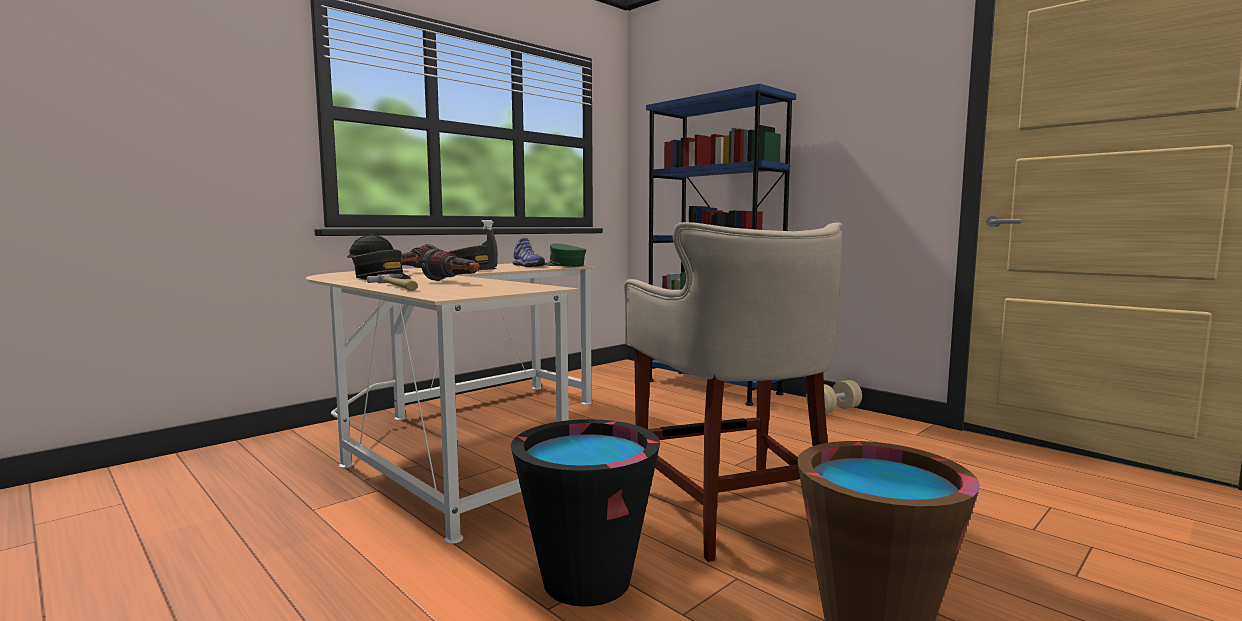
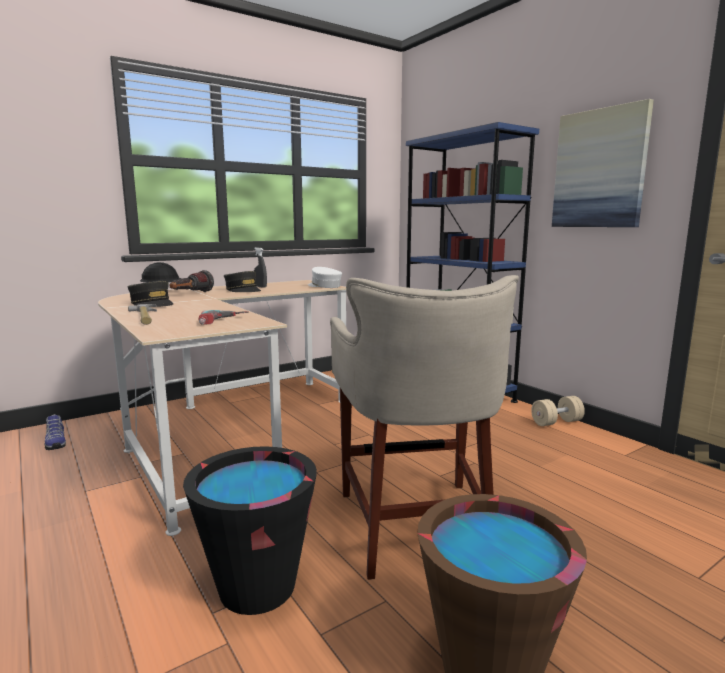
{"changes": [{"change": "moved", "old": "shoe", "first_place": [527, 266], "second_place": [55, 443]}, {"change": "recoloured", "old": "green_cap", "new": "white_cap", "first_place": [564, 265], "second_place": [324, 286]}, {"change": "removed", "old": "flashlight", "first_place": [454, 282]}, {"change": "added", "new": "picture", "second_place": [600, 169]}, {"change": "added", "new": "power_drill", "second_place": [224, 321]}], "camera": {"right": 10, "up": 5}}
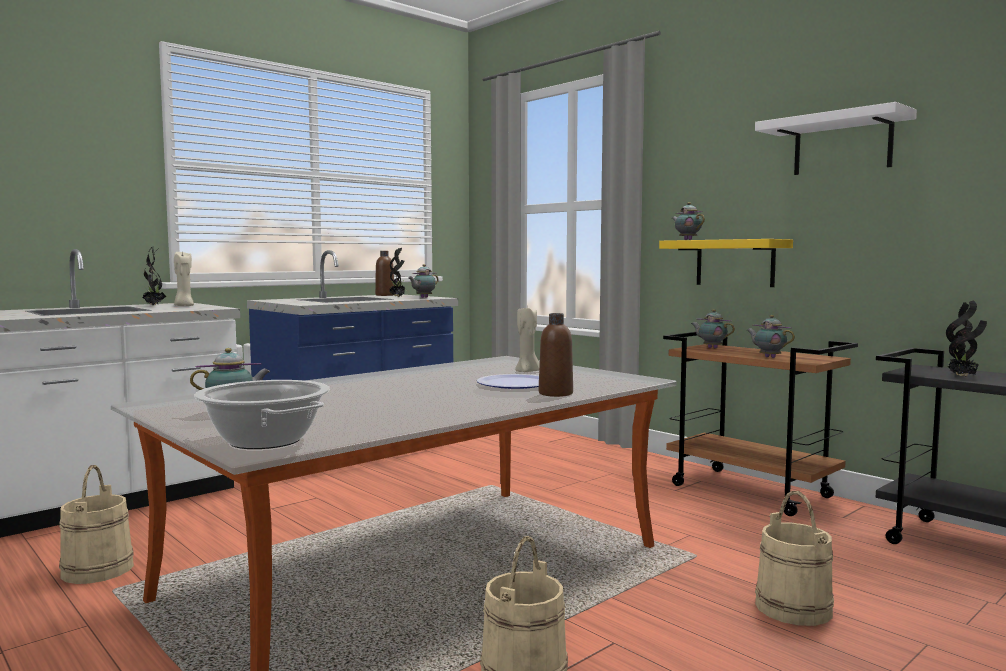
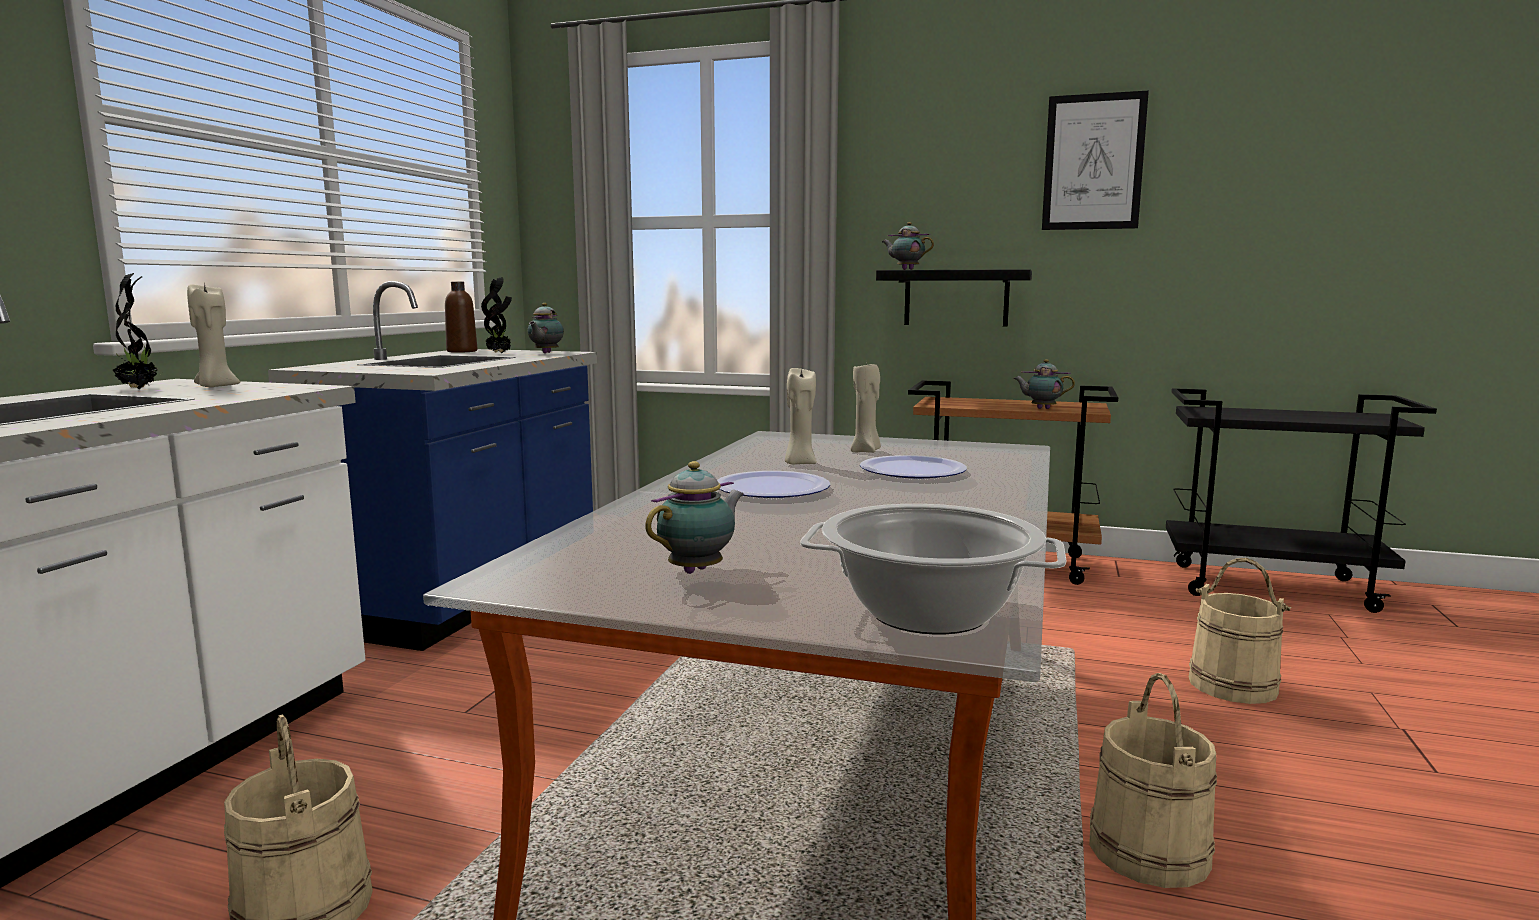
{"changes": [{"change": "replaced", "old": "white_shelf", "new": "picture", "first_place": [842, 145], "second_place": [1093, 162]}, {"change": "recoloured", "old": "yellow_shelf", "new": "black_shelf", "first_place": [735, 263], "second_place": [956, 298]}, {"change": "removed", "old": "potted_plant", "first_place": [962, 376]}, {"change": "removed", "old": "teapot", "first_place": [711, 348]}, {"change": "removed", "old": "brown_bottle", "first_place": [555, 393]}, {"change": "added", "new": "beige_candle", "second_place": [799, 463]}, {"change": "added", "new": "plate", "second_place": [772, 488]}], "camera": {"right": -30, "up": 5}}
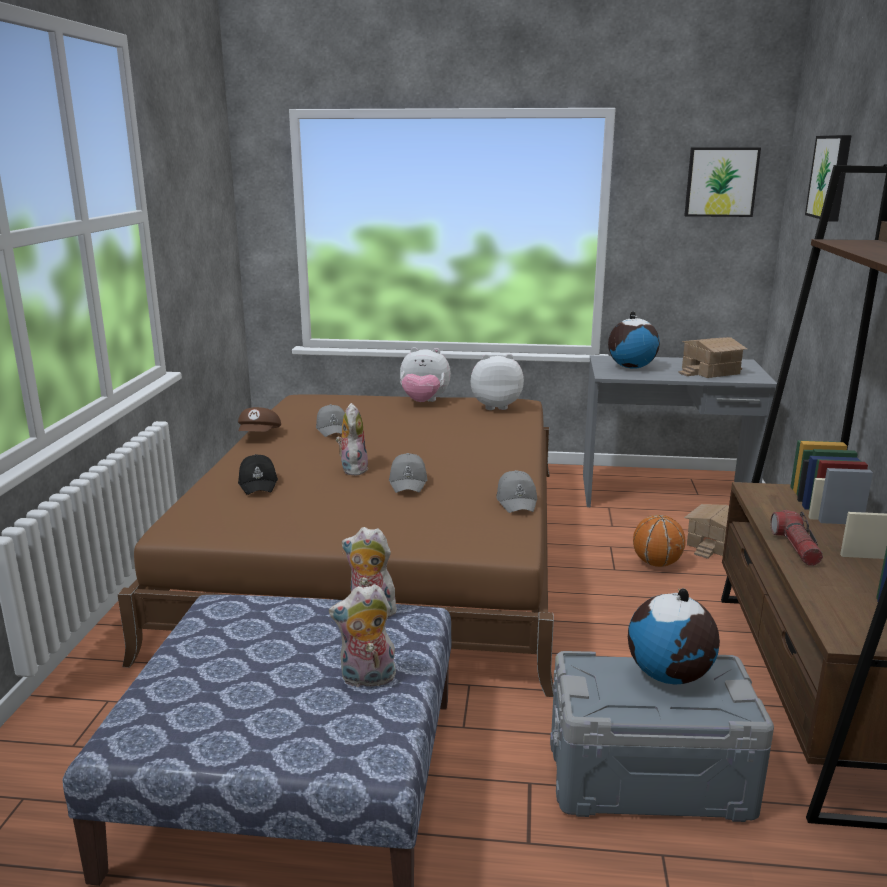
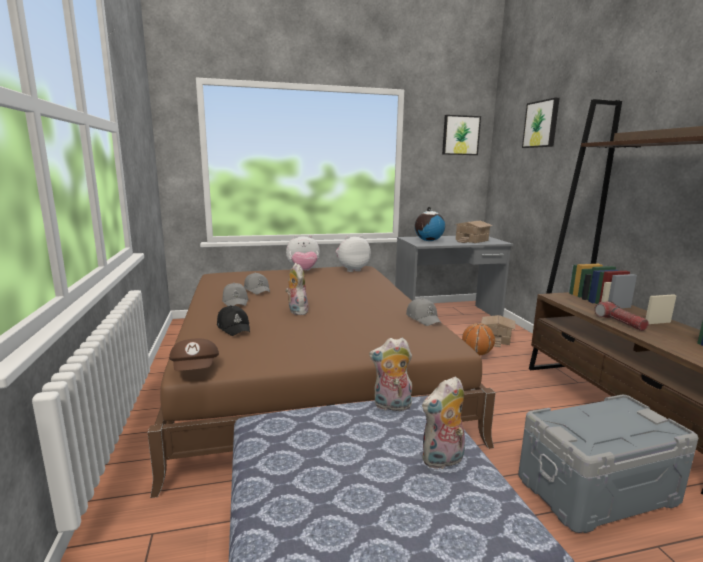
{"changes": [{"change": "moved", "old": "brown_cap", "first_place": [260, 435], "second_place": [196, 370]}, {"change": "moved", "old": "grey_cap", "first_place": [408, 482], "second_place": [235, 301]}, {"change": "removed", "old": "globe", "first_place": [669, 676]}], "camera": {"right": -20, "up": -5}}
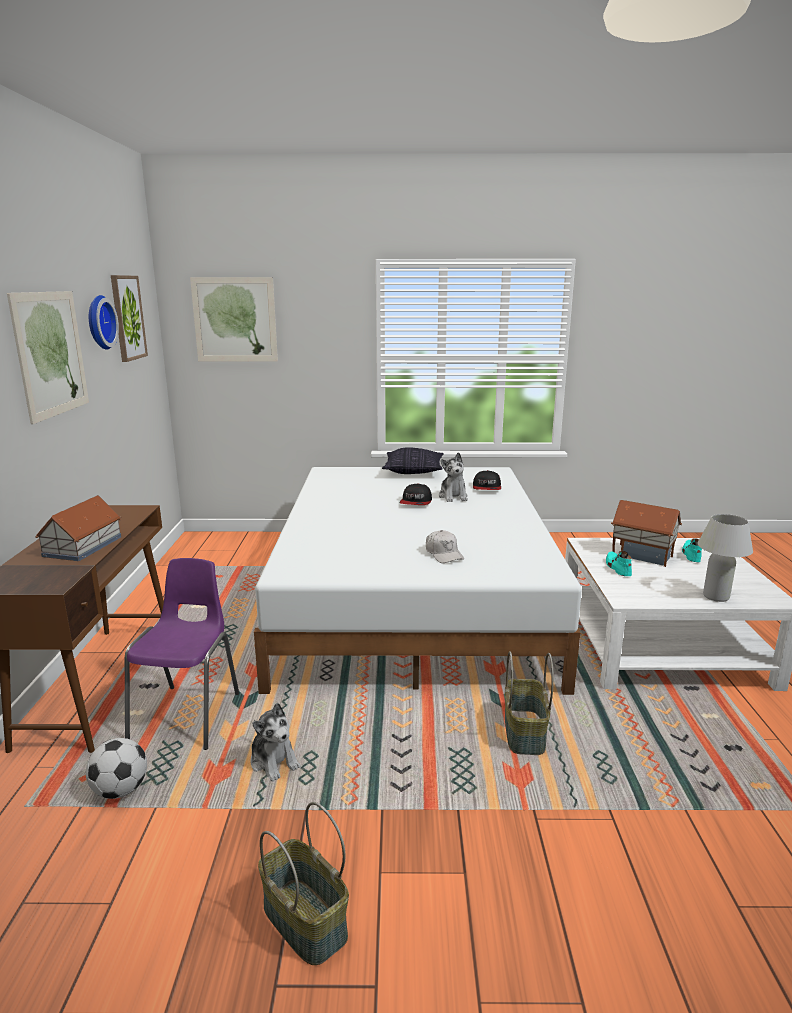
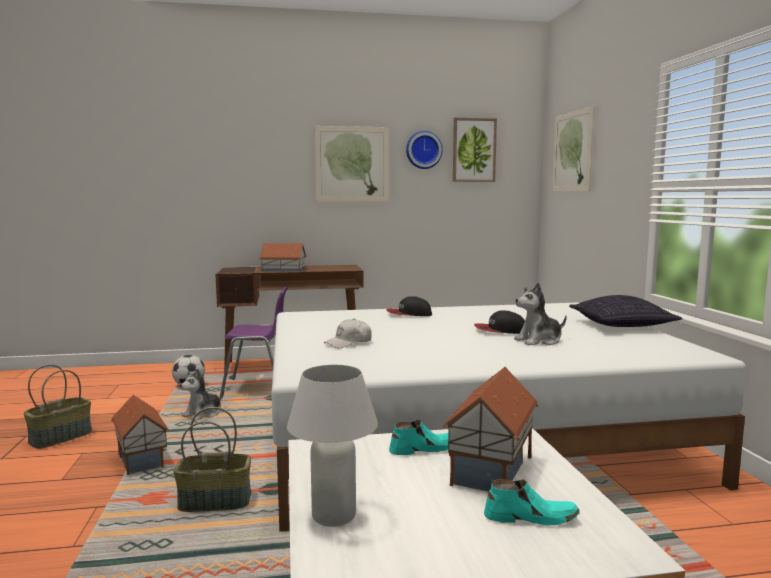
{"changes": [{"change": "moved", "old": "cap", "first_place": [487, 488], "second_place": [408, 314]}, {"change": "added", "new": "toy_house", "second_place": [143, 459]}], "camera": {"right": 80, "up": -10}}
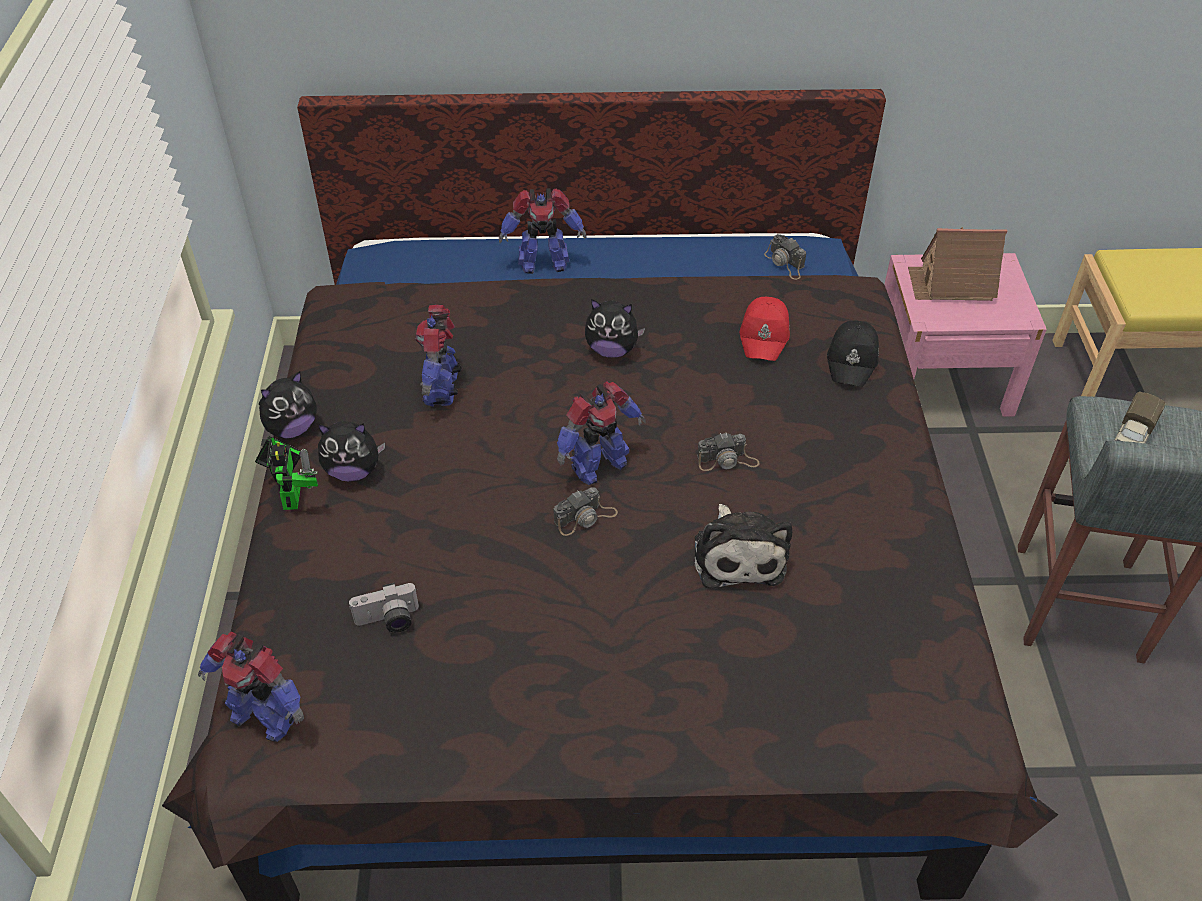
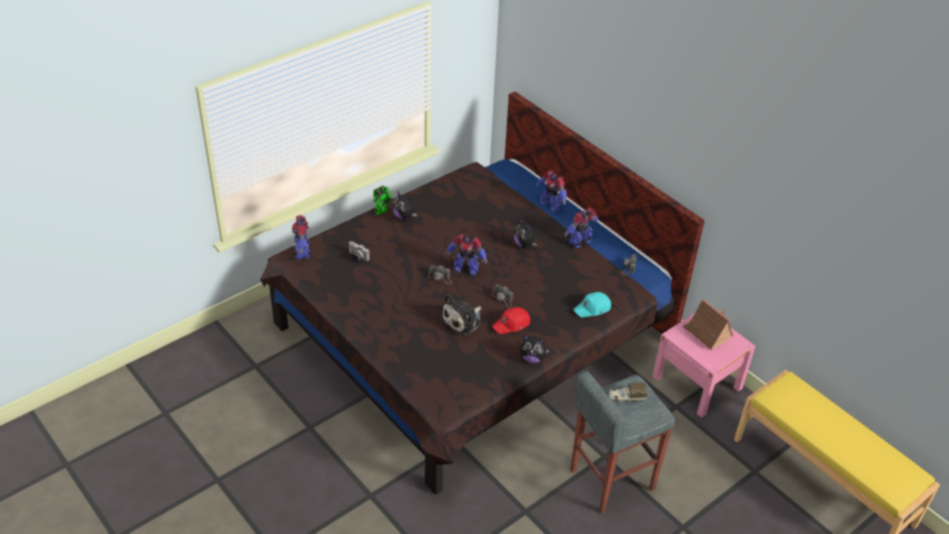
{"changes": [{"change": "moved", "old": "red_cap", "first_place": [765, 335], "second_place": [512, 324]}, {"change": "moved", "old": "toy_robot", "first_place": [442, 388], "second_place": [580, 242]}, {"change": "recoloured", "old": "black_cap", "new": "turquoise_cap", "first_place": [852, 360], "second_place": [592, 308]}, {"change": "moved", "old": "plush_toy", "first_place": [292, 428], "second_place": [532, 358]}], "camera": {"right": 50, "up": -5}}
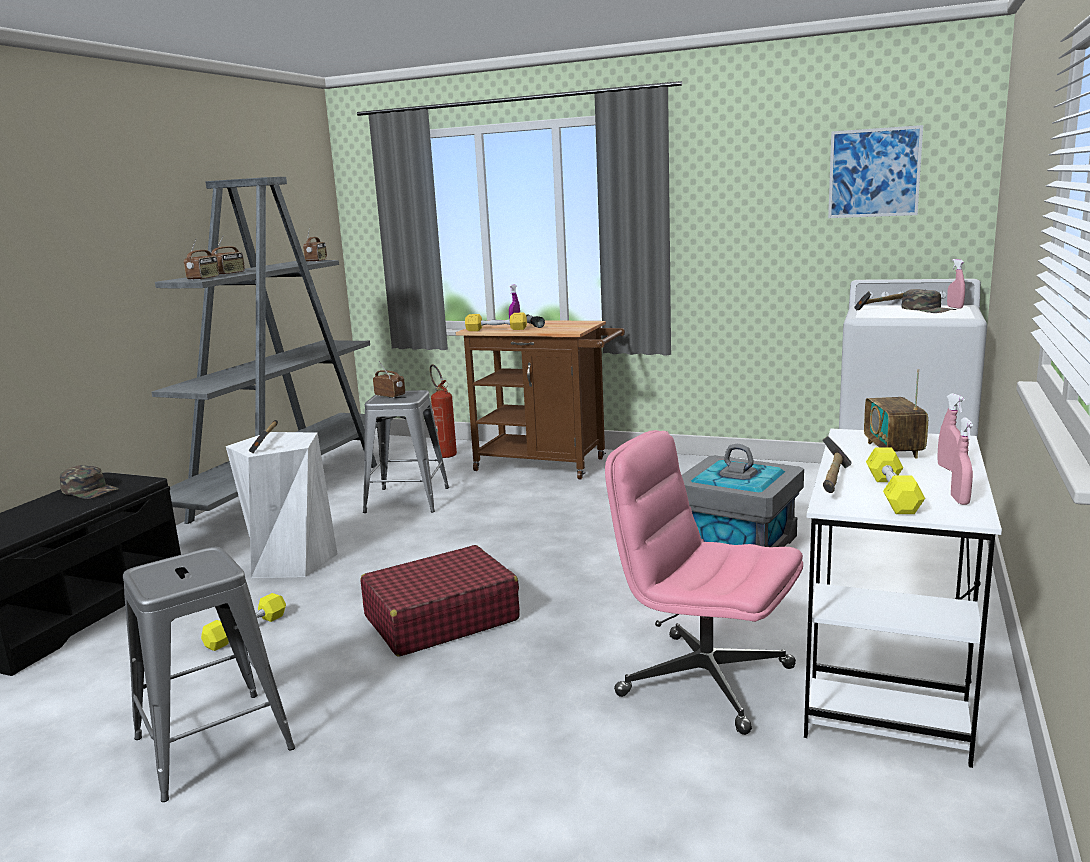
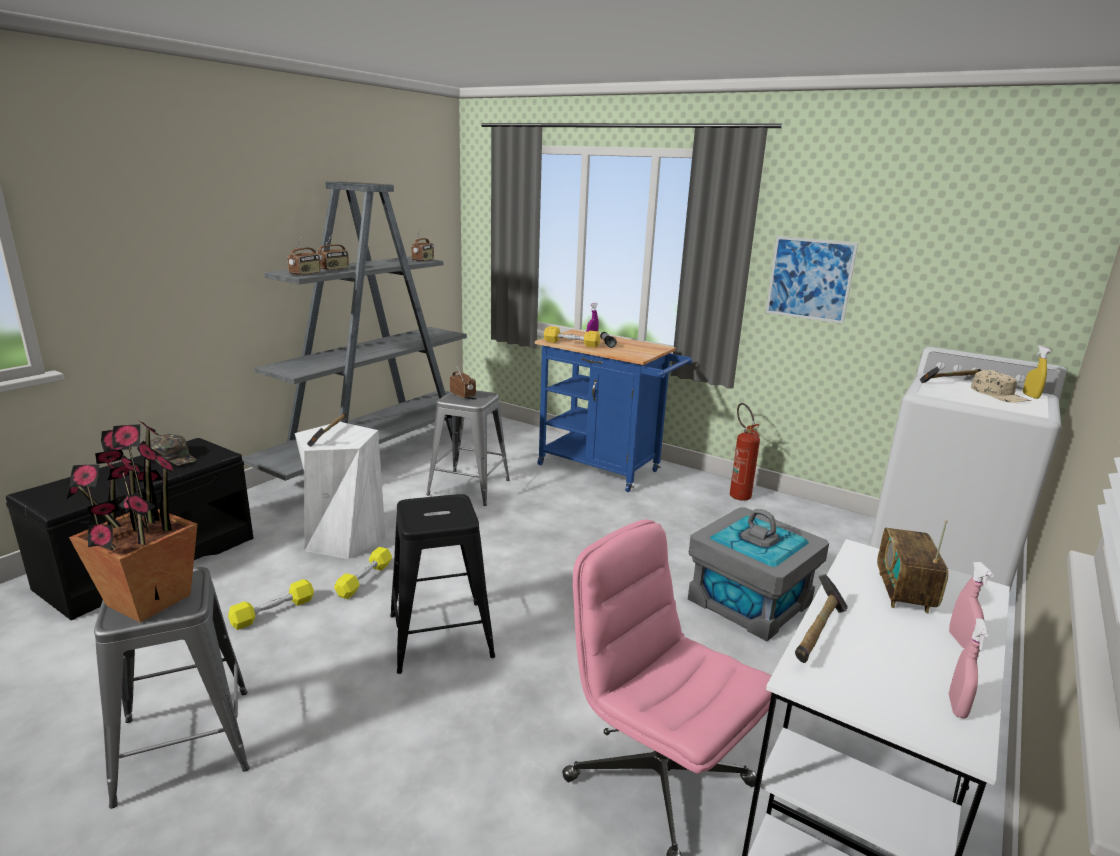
{"changes": [{"change": "moved", "old": "picture", "first_place": [874, 173], "second_place": [810, 279]}, {"change": "recoloured", "old": "pink_spray_bottle", "new": "yellow_spray_bottle", "first_place": [955, 307], "second_place": [1030, 396]}, {"change": "recoloured", "old": "green_cap", "new": "beige_cap", "first_place": [928, 309], "second_place": [999, 394]}, {"change": "recoloured", "old": "brown_cart", "new": "blue_cart", "first_place": [548, 465], "second_place": [605, 469]}, {"change": "moved", "old": "fire_extinguisher", "first_place": [444, 454], "second_place": [737, 493]}, {"change": "moved", "old": "yellow_dumbbell", "first_place": [892, 493], "second_place": [364, 580]}, {"change": "replaced", "old": "red_suitcase", "new": "black_stool", "first_place": [440, 618], "second_place": [440, 635]}, {"change": "added", "new": "potted_plant", "second_place": [148, 600]}], "camera": {"right": 10, "up": 5}}
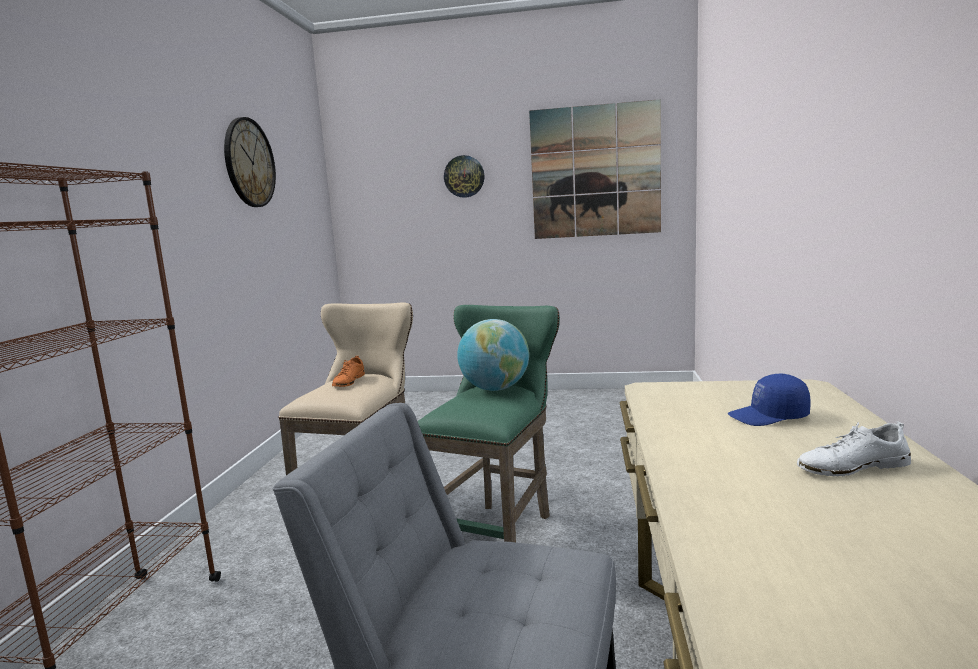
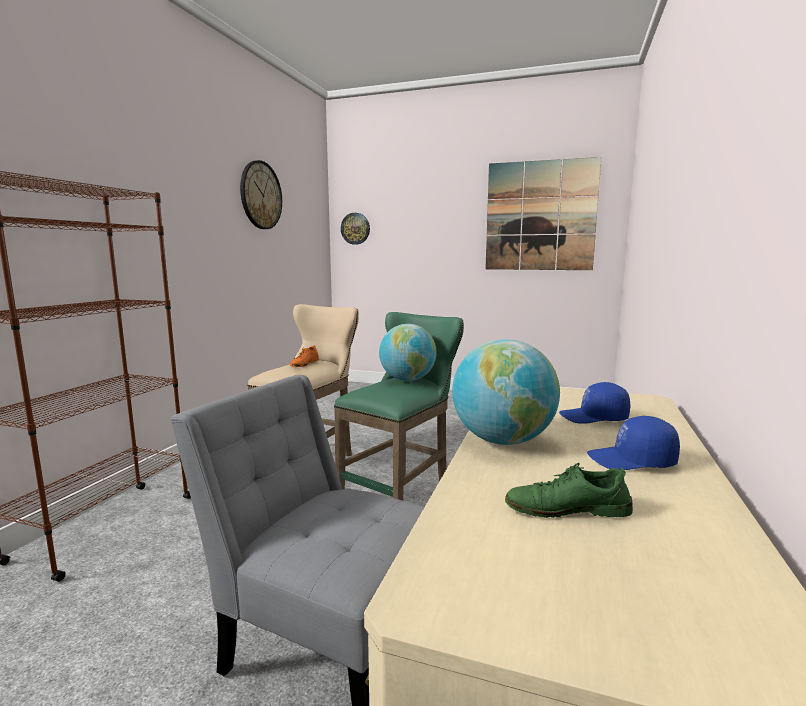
{"changes": [{"change": "moved", "old": "wall_clock", "first_place": [464, 176], "second_place": [355, 228]}, {"change": "replaced", "old": "white_shoe", "new": "blue_cap", "first_place": [852, 466], "second_place": [632, 461]}, {"change": "added", "new": "globe", "second_place": [502, 441]}, {"change": "added", "new": "green_shoe", "second_place": [567, 508]}], "camera": {"right": 10, "up": 0}}
